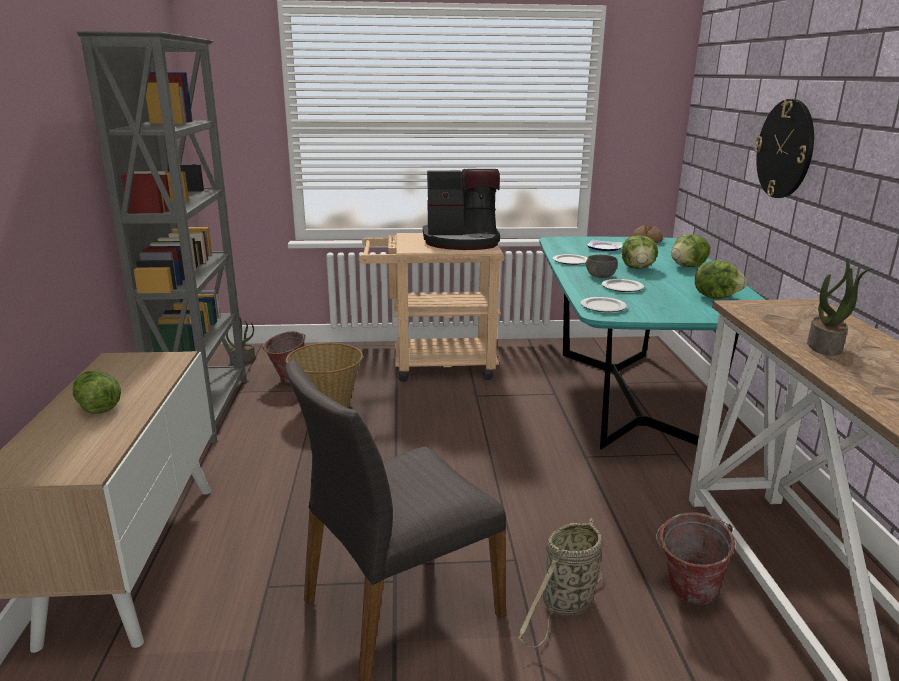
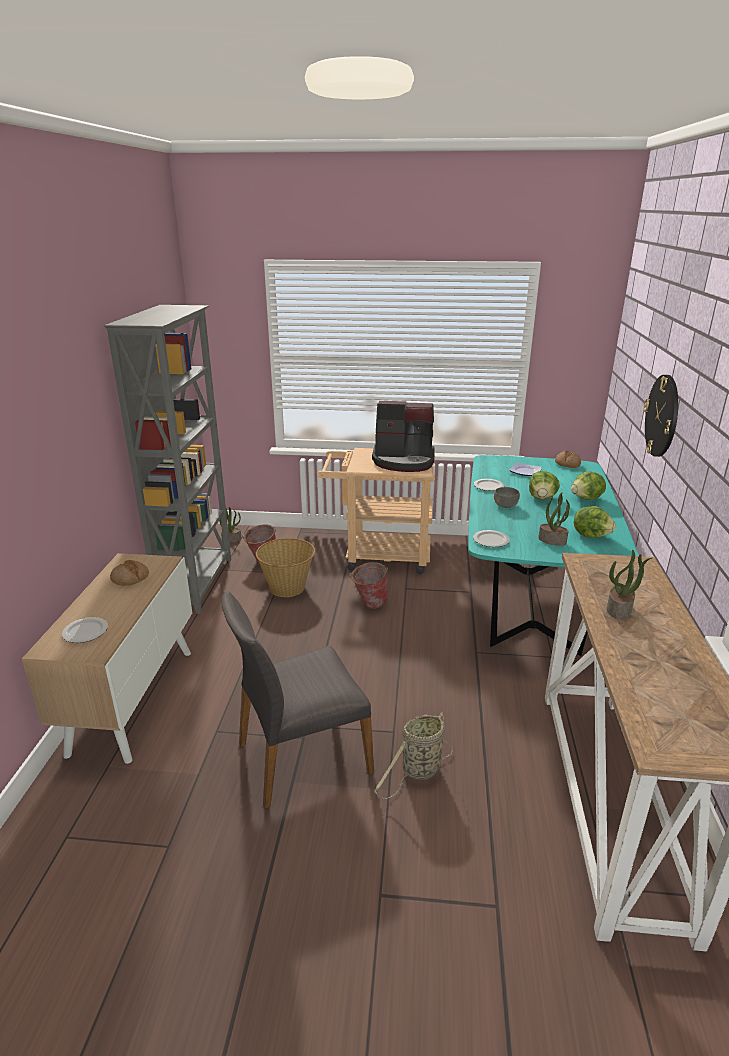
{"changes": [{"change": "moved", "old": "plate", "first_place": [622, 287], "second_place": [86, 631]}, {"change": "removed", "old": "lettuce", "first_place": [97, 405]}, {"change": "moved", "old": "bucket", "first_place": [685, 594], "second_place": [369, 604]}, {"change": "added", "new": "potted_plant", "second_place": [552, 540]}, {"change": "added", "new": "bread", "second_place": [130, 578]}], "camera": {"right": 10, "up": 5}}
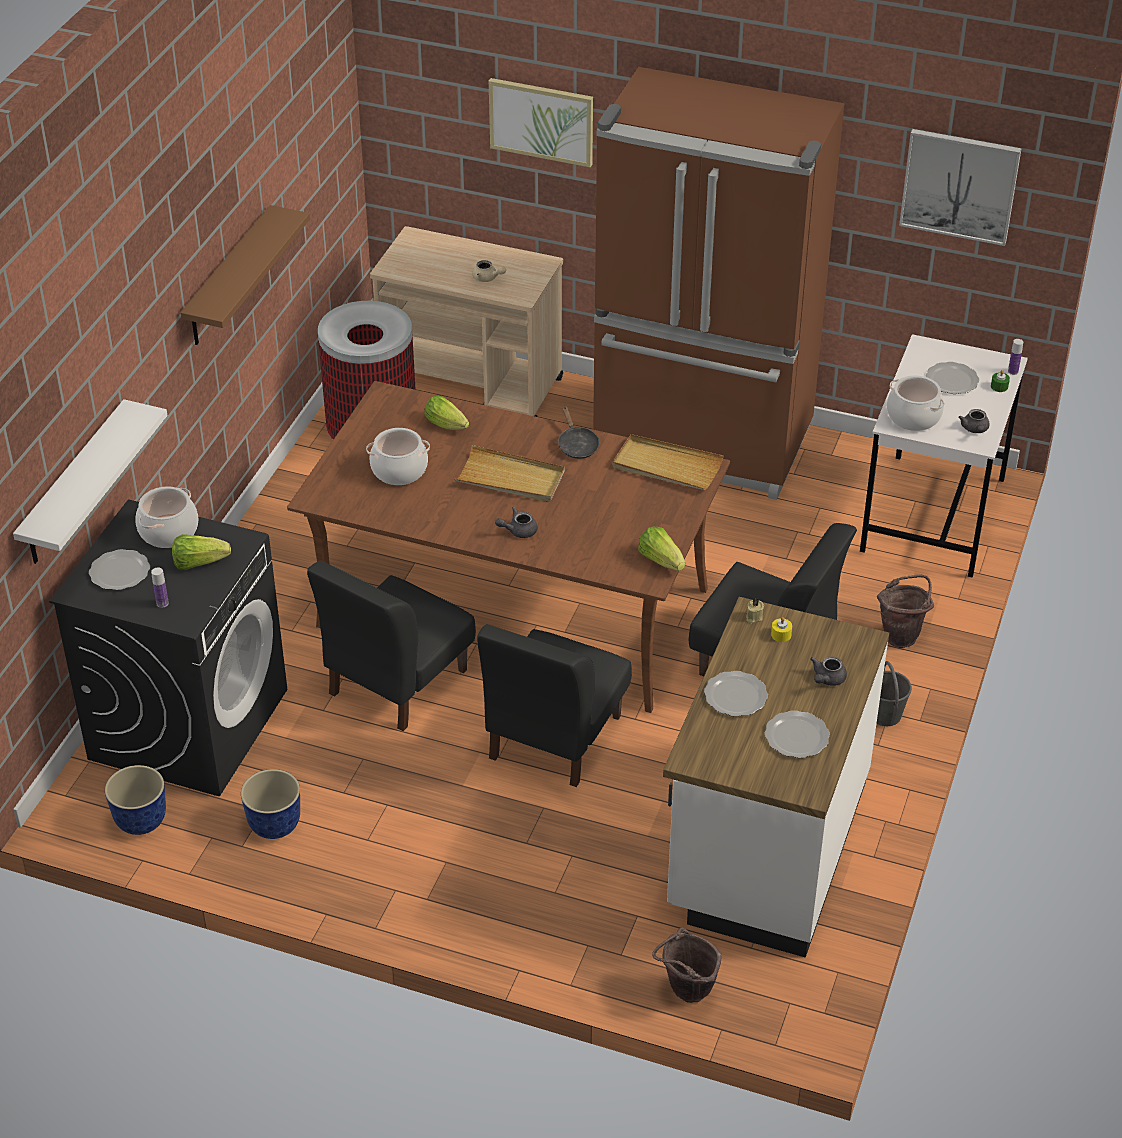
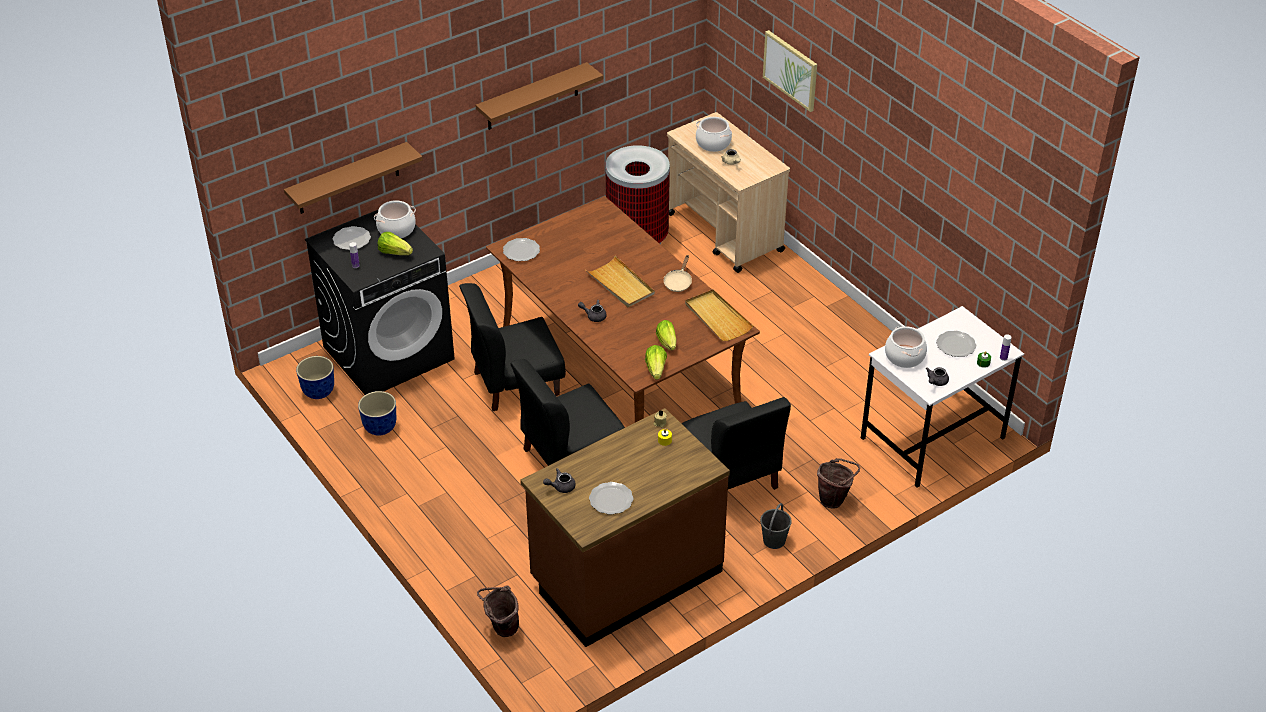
{"changes": [{"change": "removed", "old": "brown_fridge", "first_place": [702, 445]}, {"change": "removed", "old": "picture", "first_place": [959, 185]}, {"change": "moved", "old": "lettuce", "first_place": [448, 425], "second_place": [667, 343]}, {"change": "recoloured", "old": "white_shelf", "new": "brown_shelf", "first_place": [74, 485], "second_place": [348, 179]}, {"change": "recoloured", "old": "black_frying_pan", "new": "beige_frying_pan", "first_place": [576, 445], "second_place": [678, 282]}, {"change": "moved", "old": "cooking_pot", "first_place": [399, 470], "second_place": [713, 143]}, {"change": "recoloured", "old": "white_counter", "new": "brown_counter", "first_place": [765, 846], "second_place": [625, 576]}, {"change": "moved", "old": "grey_teapot", "first_place": [827, 679], "second_place": [561, 487]}, {"change": "moved", "old": "plate", "first_place": [735, 696], "second_place": [520, 251]}], "camera": {"right": 35, "up": 0}}
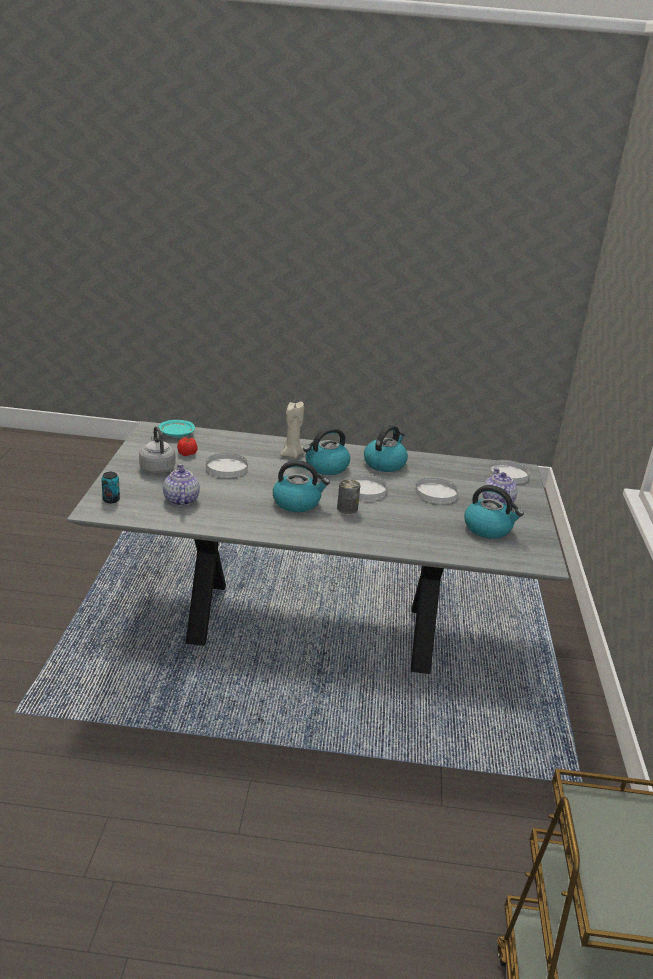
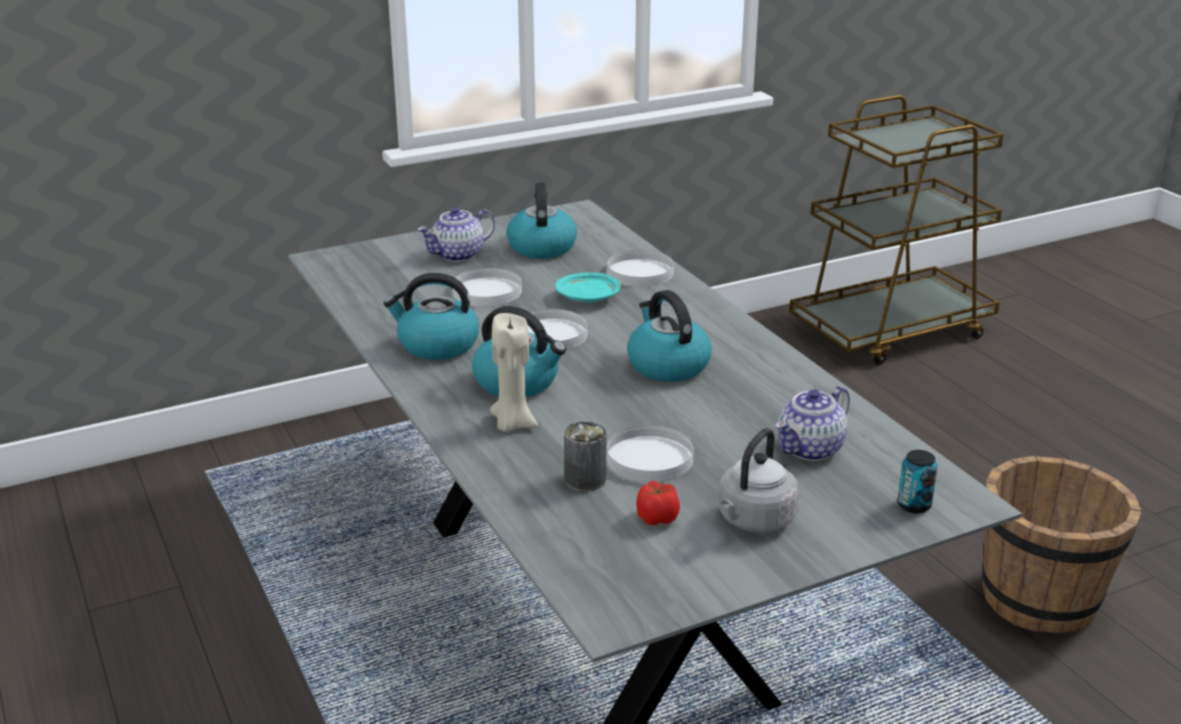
{"changes": [{"change": "moved", "old": "turquoise_plate", "first_place": [176, 434], "second_place": [589, 297]}, {"change": "moved", "old": "white_plate", "first_place": [508, 474], "second_place": [641, 272]}, {"change": "moved", "old": "can", "first_place": [347, 508], "second_place": [585, 479]}, {"change": "added", "new": "brown_bucket", "second_place": [1041, 599]}], "camera": {"right": -120, "up": 0}}
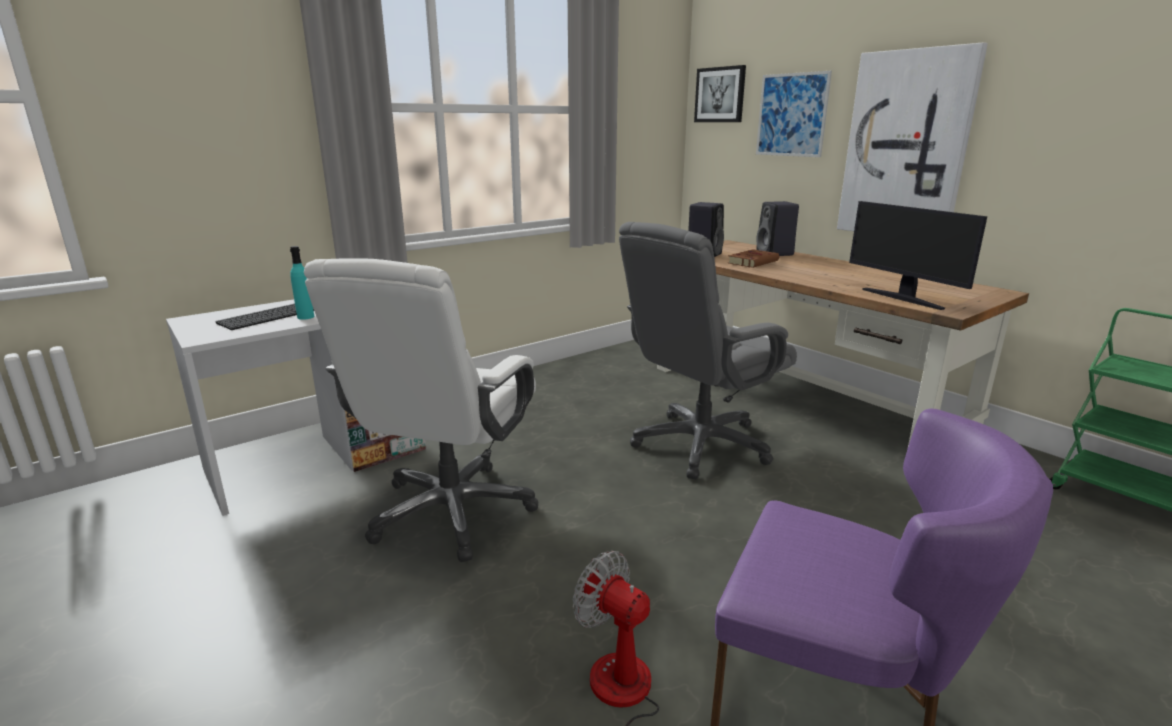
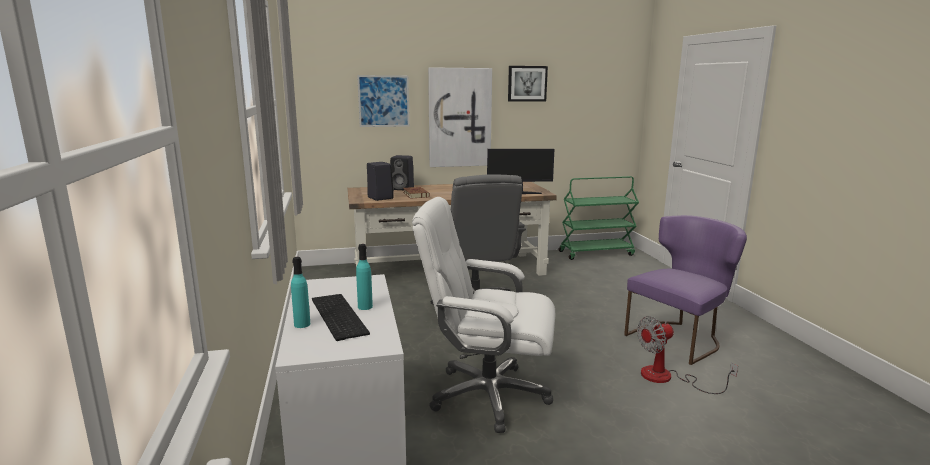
{"changes": [{"change": "moved", "old": "picture", "first_place": [720, 95], "second_place": [527, 83]}, {"change": "turned", "old": "white_office_chair", "first_place": [451, 512], "second_place": [487, 395], "degrees": 150}, {"change": "added", "new": "turquoise_bottle", "second_place": [302, 324]}], "camera": {"right": -65, "up": -5}}
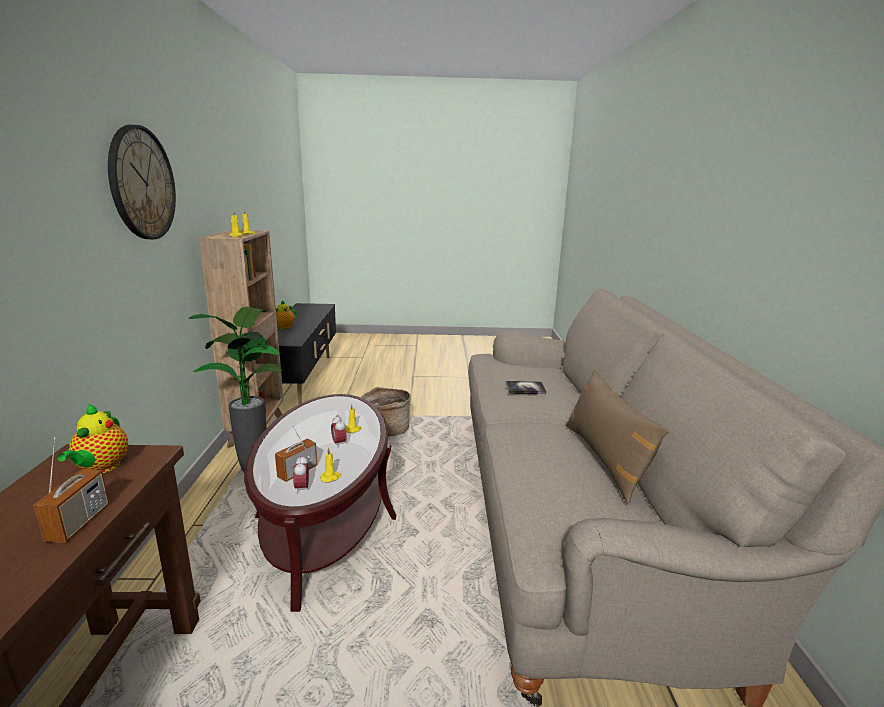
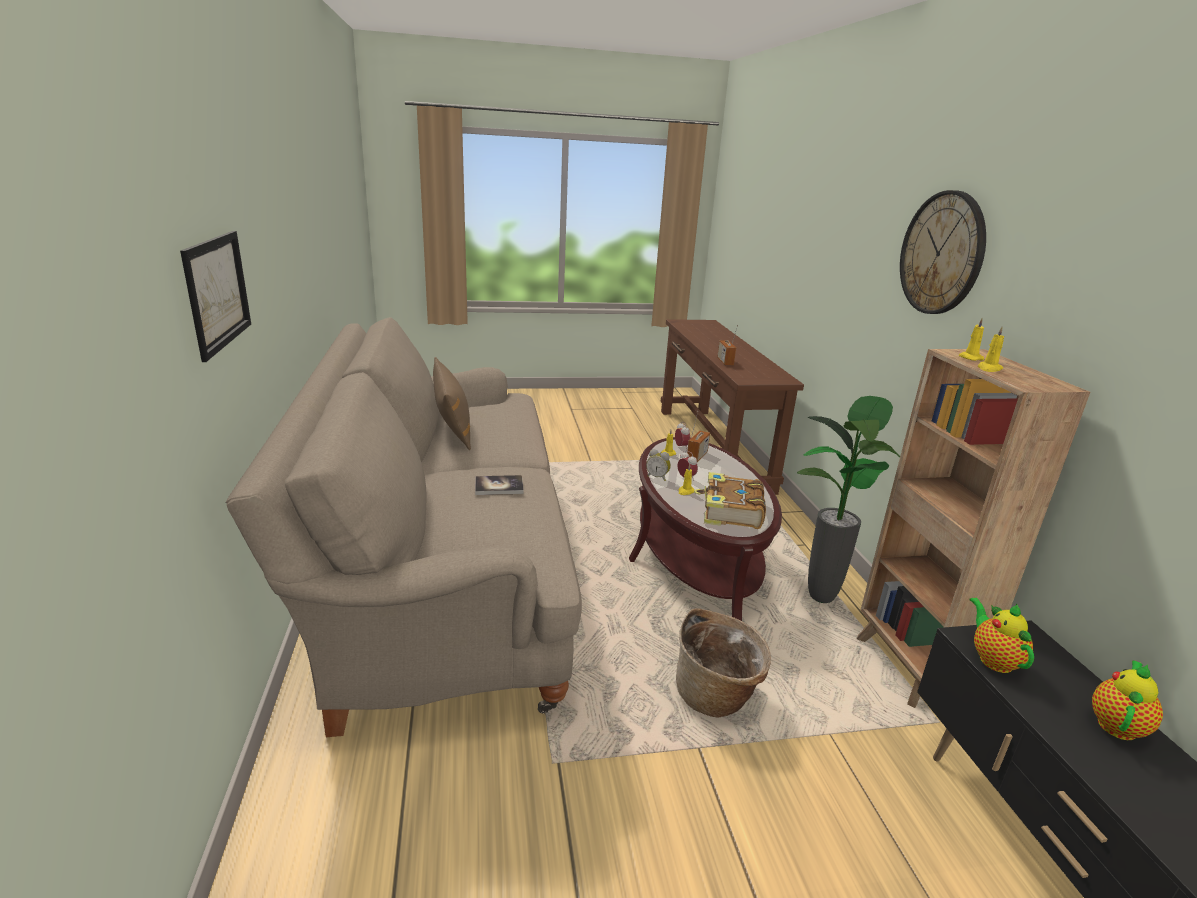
{"changes": [{"change": "moved", "old": "teapot", "first_place": [101, 468], "second_place": [993, 659]}, {"change": "added", "new": "picture", "second_place": [217, 292]}, {"change": "added", "new": "alarm_clock", "second_place": [657, 477]}, {"change": "added", "new": "book", "second_place": [730, 512]}], "camera": {"right": 170, "up": 5}}
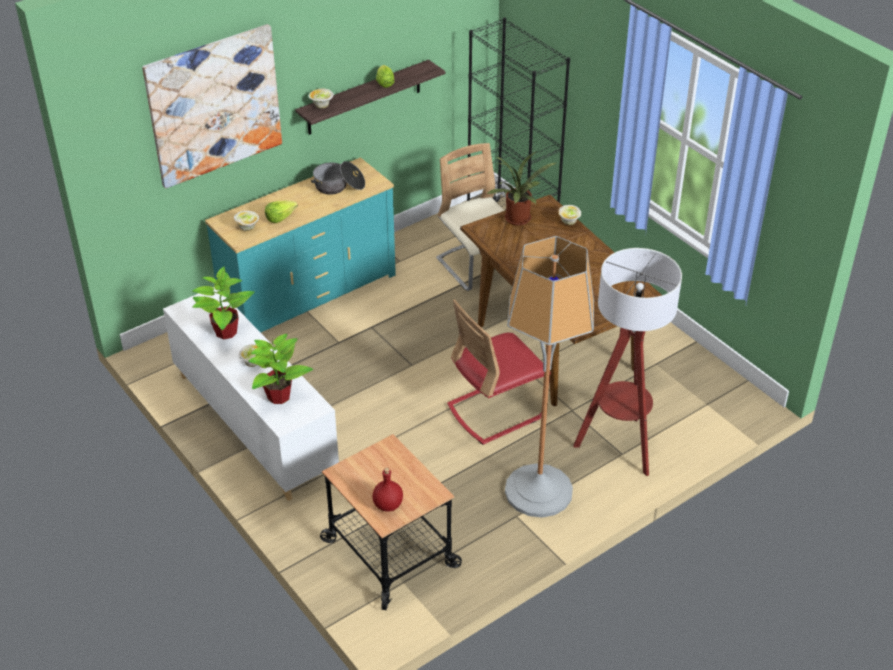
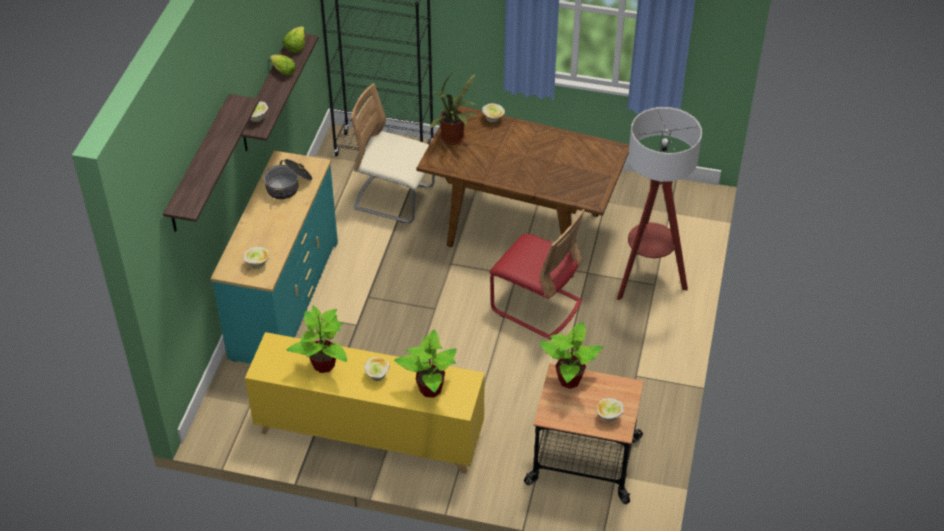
{"changes": [{"change": "replaced", "old": "picture", "new": "shelf", "first_place": [214, 105], "second_place": [199, 165]}, {"change": "moved", "old": "lettuce", "first_place": [280, 217], "second_place": [295, 46]}, {"change": "removed", "old": "floor_lamp", "first_place": [538, 491]}, {"change": "recoloured", "old": "white_cabinet", "new": "yellow_cabinet", "first_place": [254, 424], "second_place": [369, 433]}, {"change": "turned", "old": "red_chair", "first_place": [496, 411], "second_place": [536, 306], "degrees": -75}, {"change": "replaced", "old": "red_bottle", "new": "bowl", "first_place": [388, 505], "second_place": [609, 417]}, {"change": "added", "new": "potted_plant", "second_place": [569, 379]}], "camera": {"right": -40, "up": 5}}
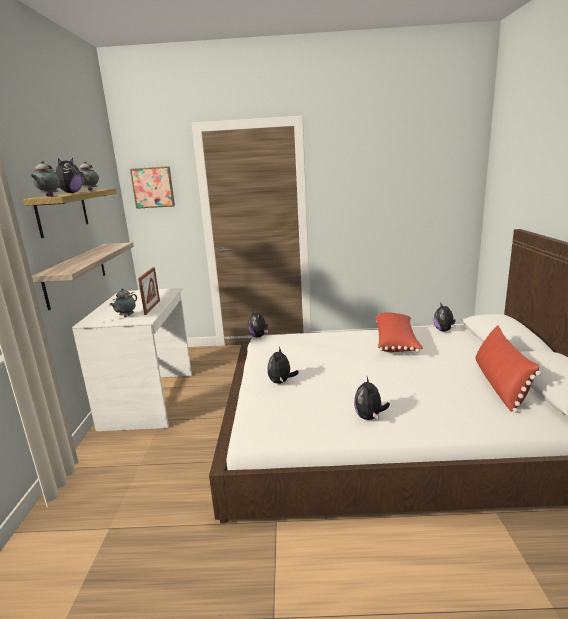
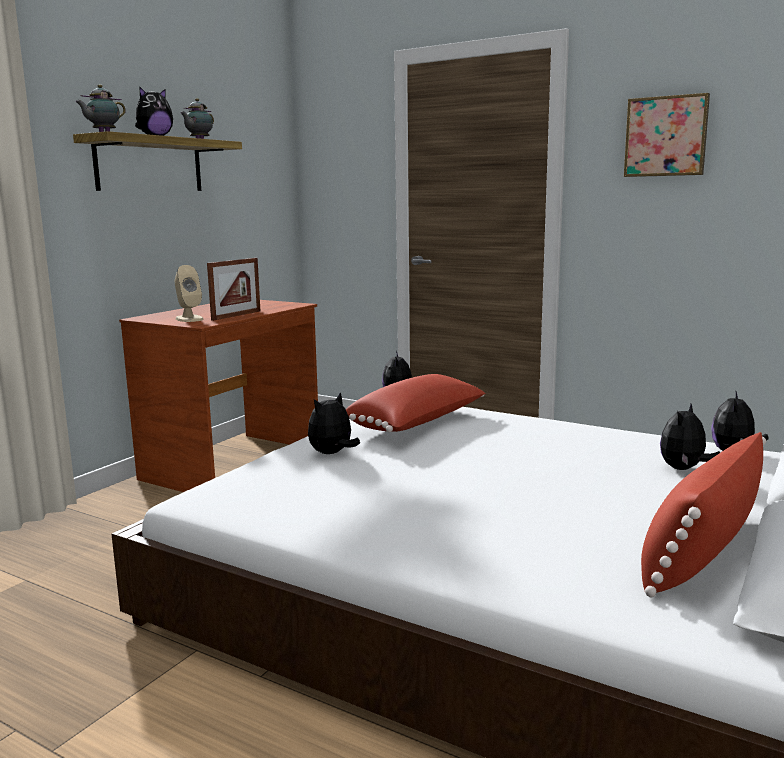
{"changes": [{"change": "moved", "old": "picture", "first_place": [153, 187], "second_place": [666, 136]}, {"change": "removed", "old": "shelf", "first_place": [76, 274]}, {"change": "recoloured", "old": "white_desk", "new": "brown_desk", "first_place": [150, 400], "second_place": [234, 464]}, {"change": "replaced", "old": "teapot", "new": "beige_speaker", "first_place": [126, 316], "second_place": [189, 319]}, {"change": "moved", "old": "red_pillow", "first_place": [396, 342], "second_place": [418, 423]}, {"change": "moved", "old": "plush_toy", "first_place": [369, 417], "second_place": [684, 469]}], "camera": {"right": 30, "up": -5}}
